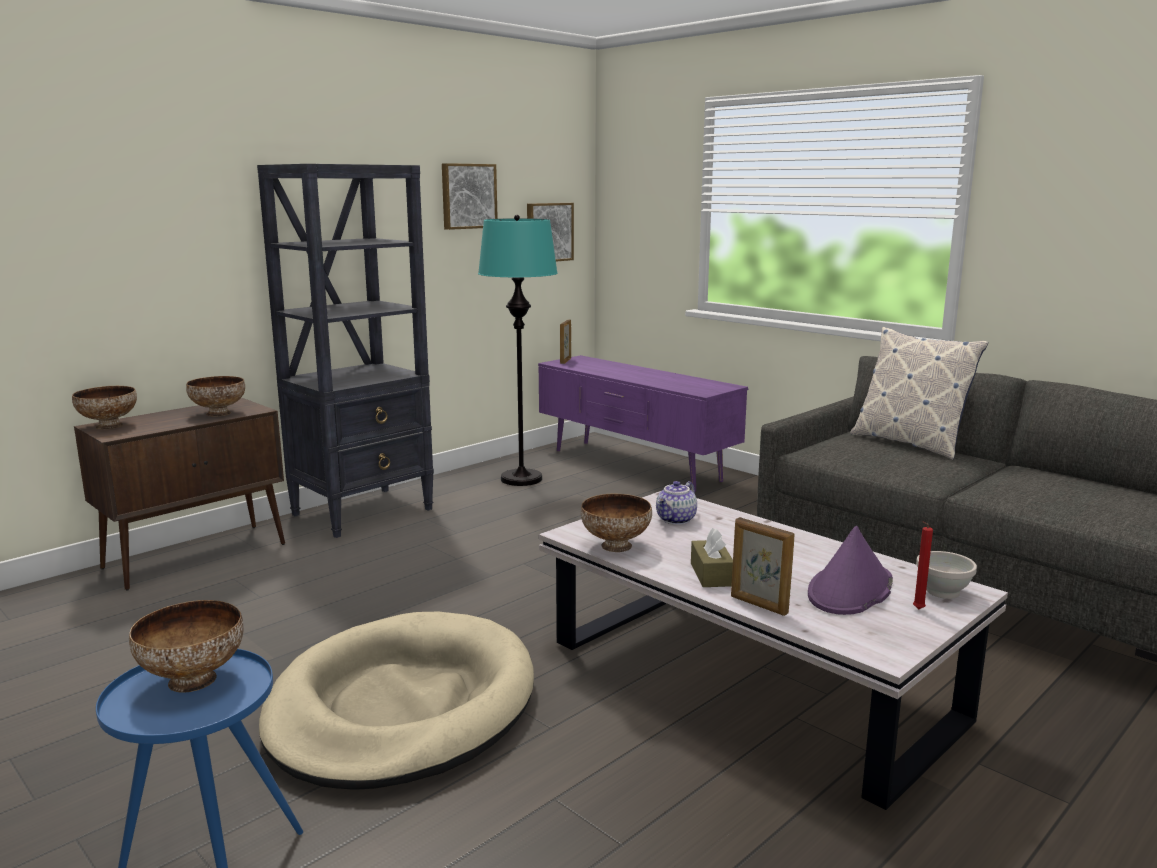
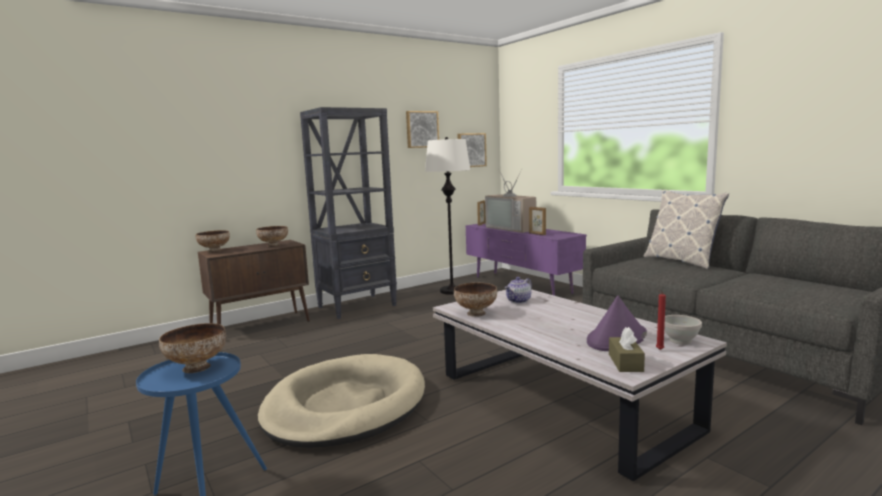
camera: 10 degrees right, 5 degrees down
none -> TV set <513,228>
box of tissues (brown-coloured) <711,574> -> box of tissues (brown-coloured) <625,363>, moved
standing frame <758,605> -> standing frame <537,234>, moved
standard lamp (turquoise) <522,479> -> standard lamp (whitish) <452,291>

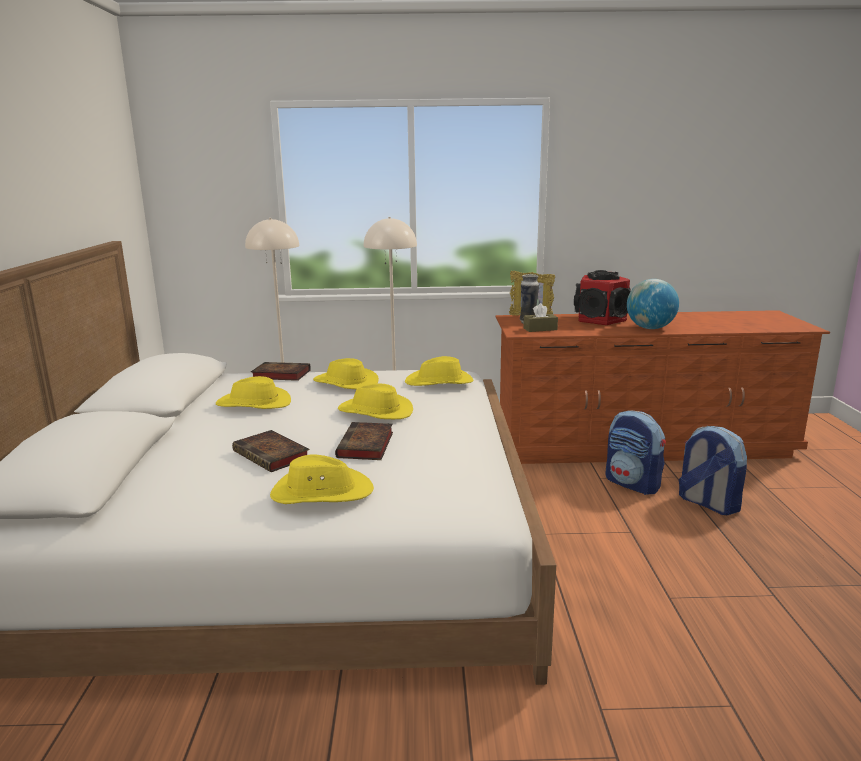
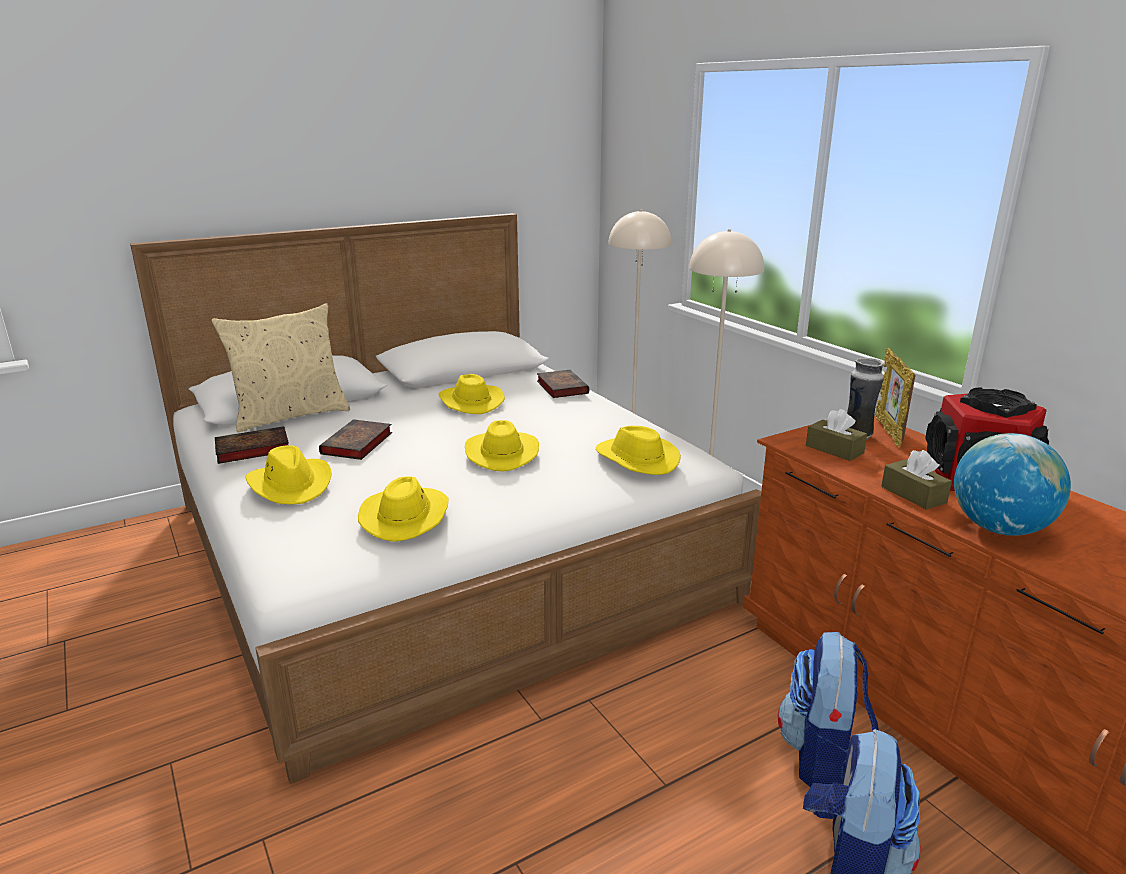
camera: 60 degrees right, 5 degrees up
none -> pillow (beige) <290,415>
none -> box of tissues (brown-coloured) <913,494>
hat (yellowish) <345,383> -> hat (yellowish) <405,516>, moved
book <366,446> -> book <251,450>, moved

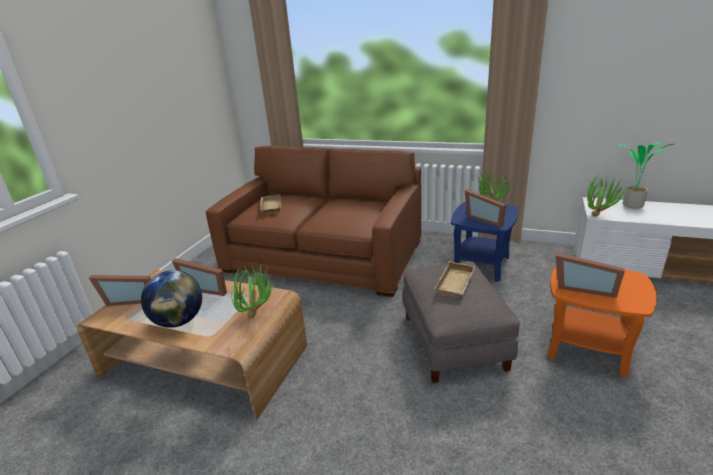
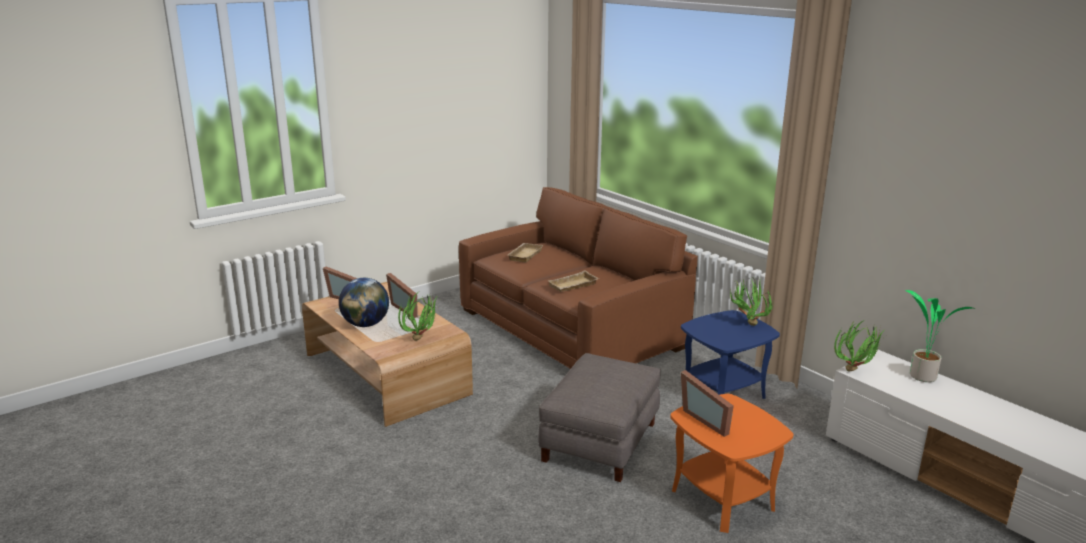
camera: 30 degrees right, 5 degrees down
standing frame <485,219> -> none
serving tray (beige) <456,283> -> serving tray (beige) <573,286>, moved

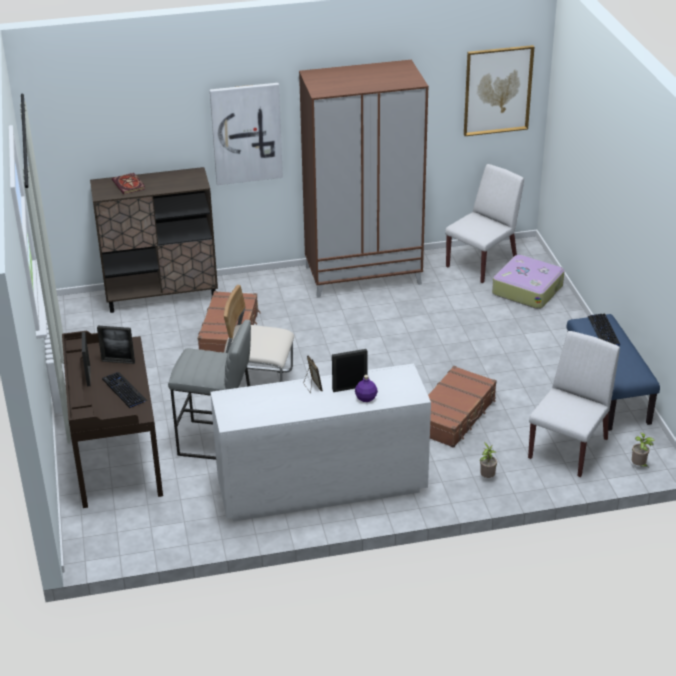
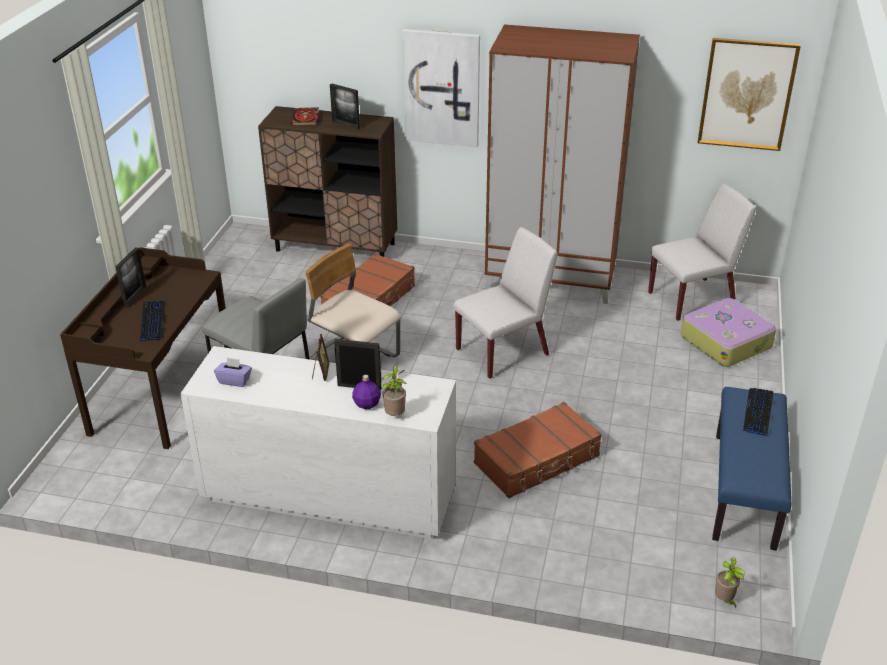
camera: 25 degrees right, 0 degrees up
none -> box of tissues (purplish) <234,380>
standing frame <118,361> -> standing frame <346,125>, moved
plant in a pot <487,477> -> plant in a pot <395,415>, moved
chair (whitish) <568,448> -> chair (whitish) <503,351>, moved

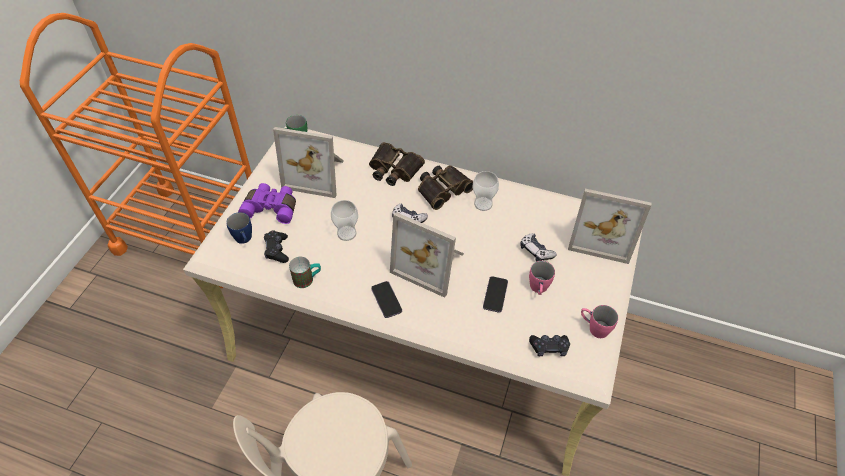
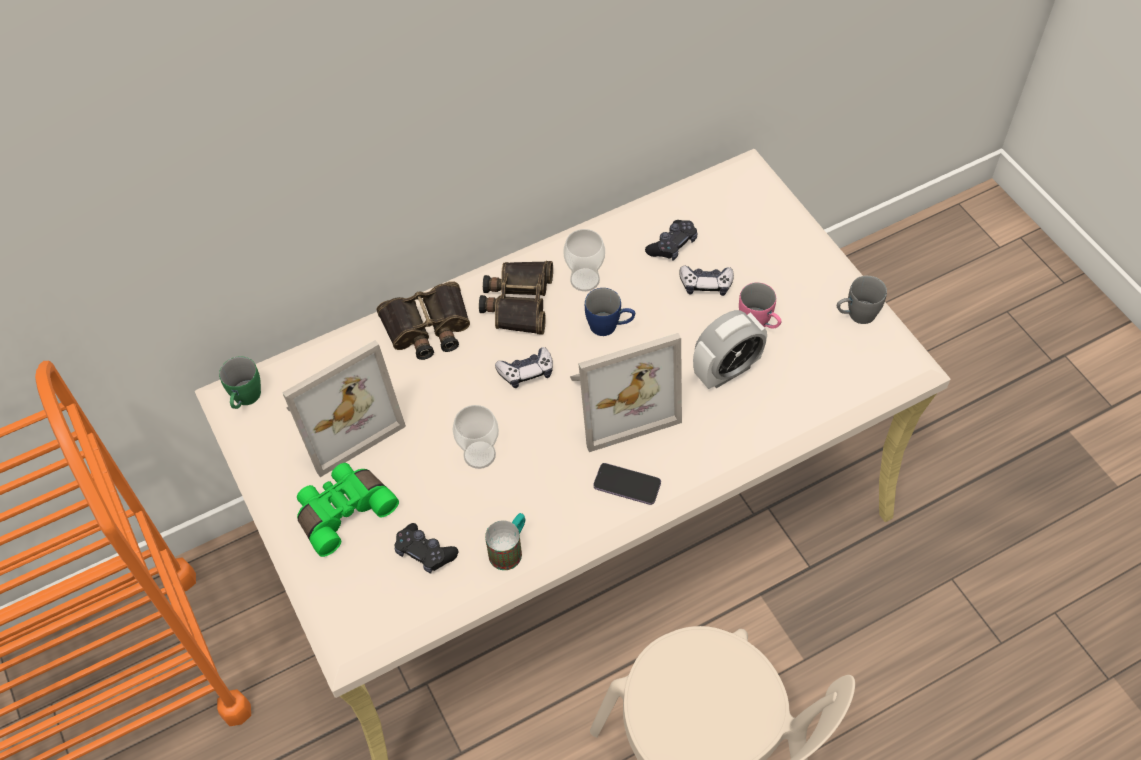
camera: 45 degrees left, 5 degrees up
standing frame <601,235> -> none
mug (blue) <244,240> -> mug (blue) <610,326>, moved
joypad (blackish) <549,348> -> joypad (blackish) <672,245>, moved
handset <495,295> -> table clock <726,371>
binoculars (purplish) <272,208> -> binoculars (greenish) <343,511>
mug (pink) <594,328> -> mug (grey) <855,315>

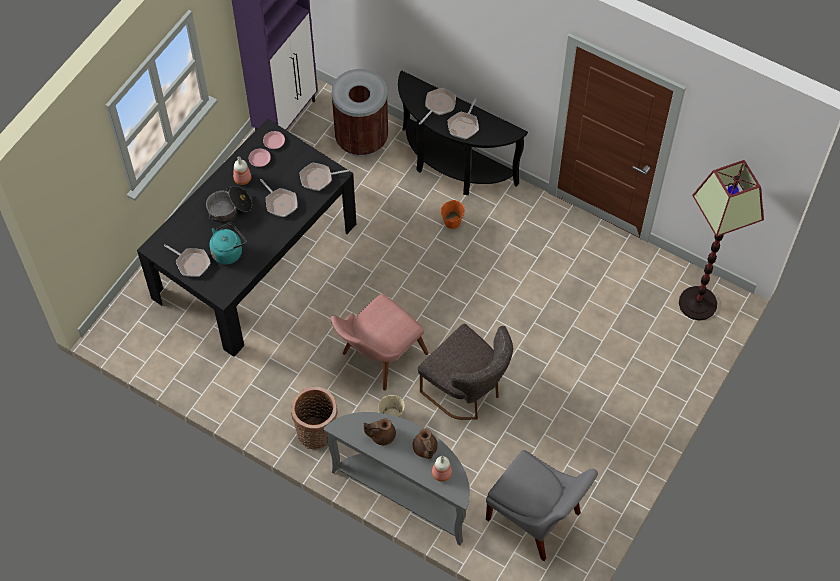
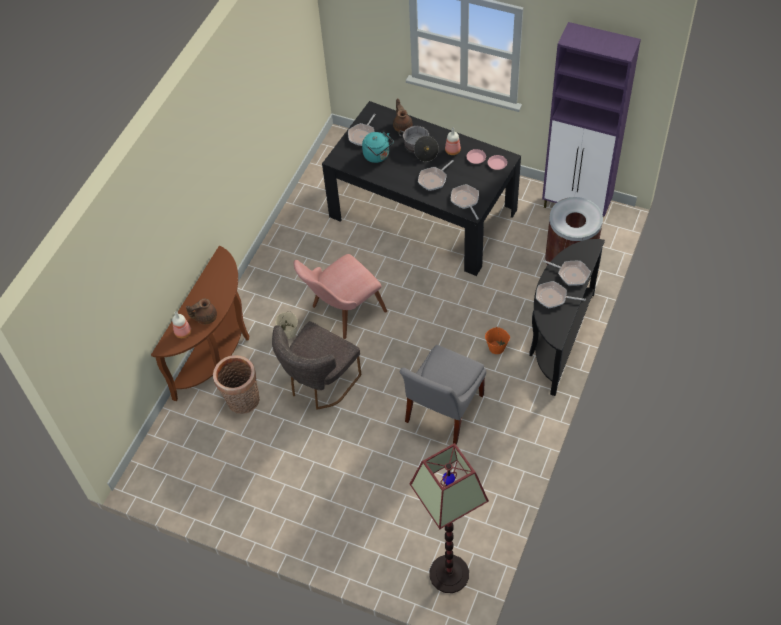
camera: 85 degrees right, 5 degrees down
storage basket <317,434> -> storage basket <242,402>, moved
teapot (brown-coloured) <381,435> -> teapot (brown-coloured) <402,126>, moved
chair (grey) <536,519> -> chair (grey) <442,411>, moved
hall table (grey) <406,492> -> hall table (brown-coloured) <218,353>
chair (pink) <377,359> -> chair (pink) <341,313>, 75 degrees counterclockwise

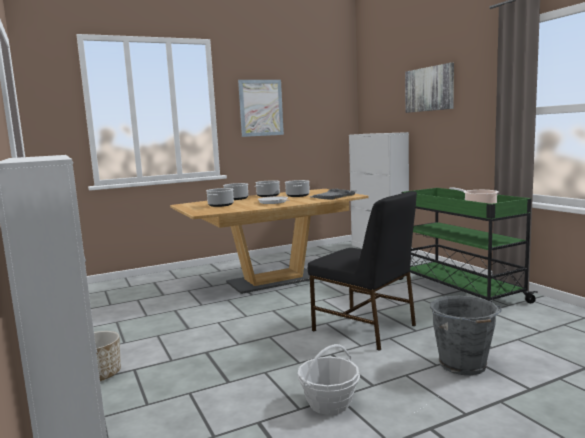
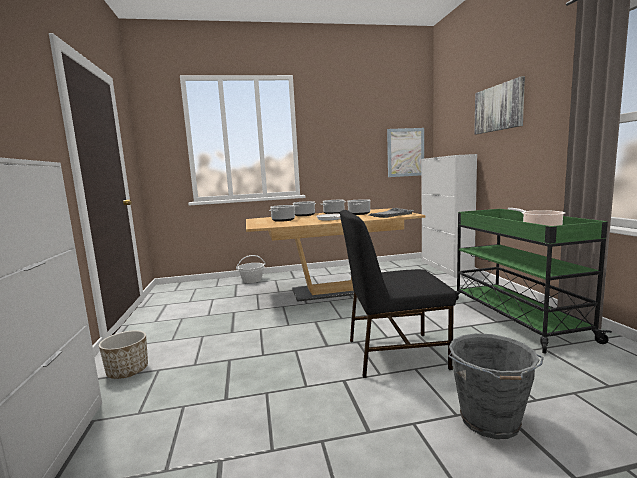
camera: 15 degrees right, 0 degrees up
picture <261,108> -> picture <405,152>, moved
storage basket <329,403> -> storage basket <252,280>, moved
chair (blackish) <365,329> -> chair (blackish) <394,353>, 120 degrees clockwise

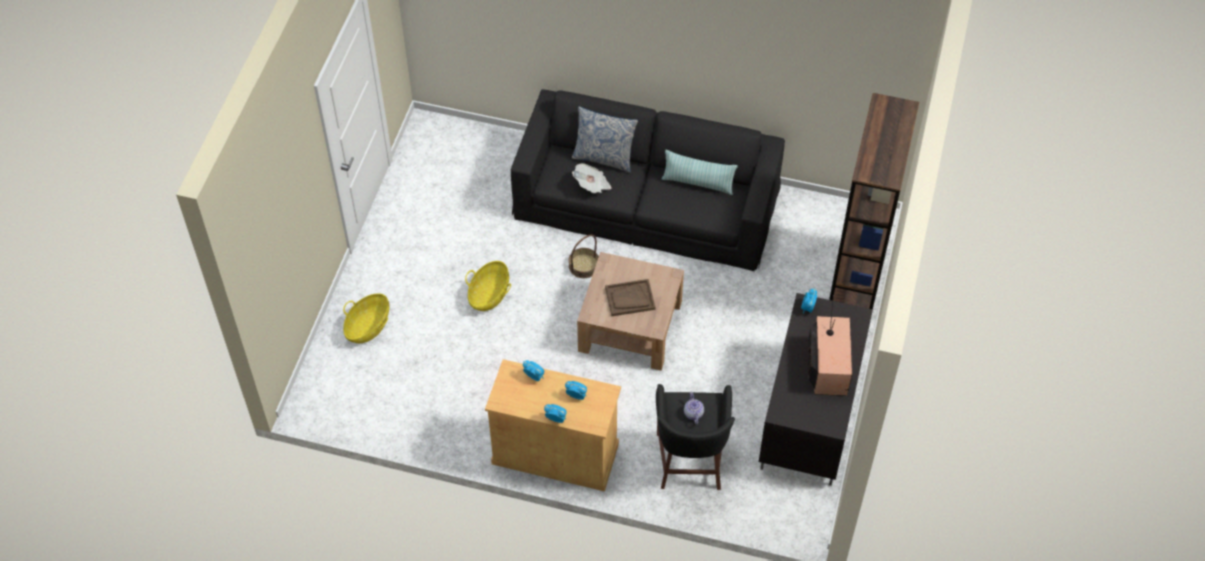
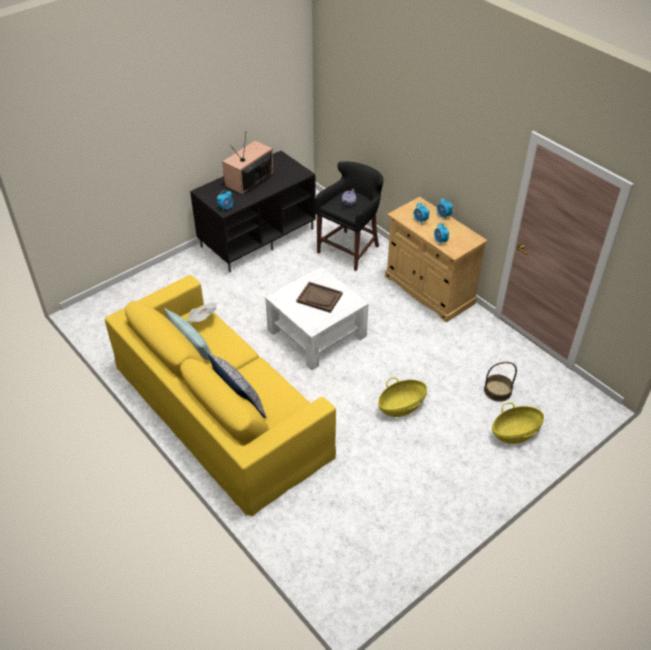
camera: 145 degrees left, 10 degrees down
bookcase (brown-coloured) <855,283> -> none
storage basket <584,266> -> storage basket <497,391>, moved
daily paper <592,185> -> daily paper <202,318>, moved
couch (blackish) <647,202> -> couch (yellowish) <220,409>
lounge table (brown-coloured) <630,326> -> lounge table (whitish) <317,333>

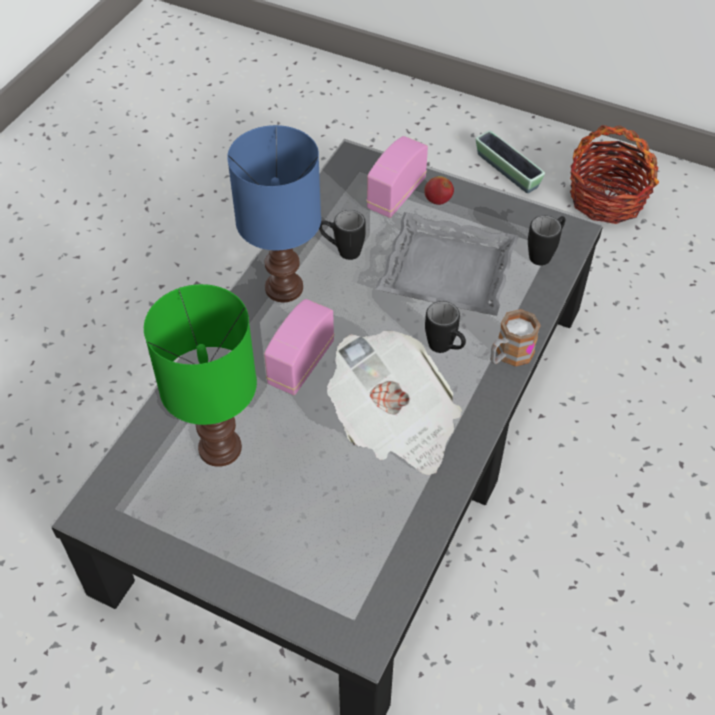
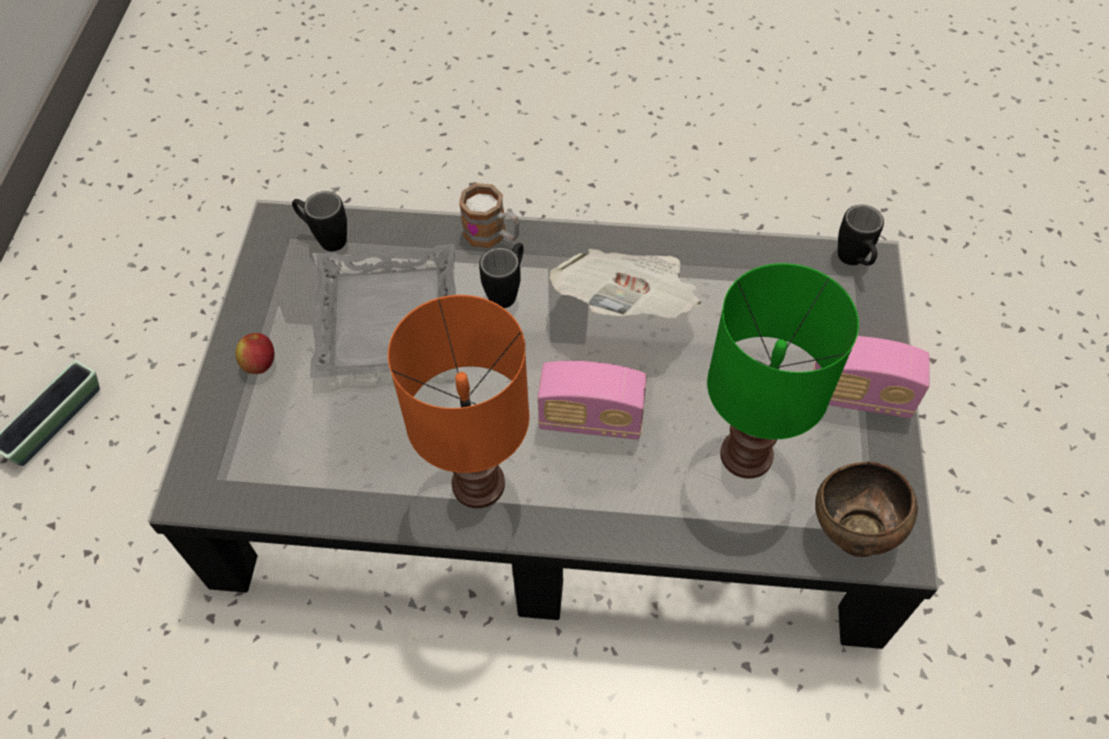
camera: 110 degrees left, 5 degrees up
storage basket <606,199> -> none
none -> deep dish (brown-coloured) <851,533>
mug (blackish) <342,251> -> mug (blackish) <854,262>, moved
radio <396,194> -> radio <859,397>, moved
lamp for a table (blue) <285,287> -> lamp for a table (orange) <476,484>

